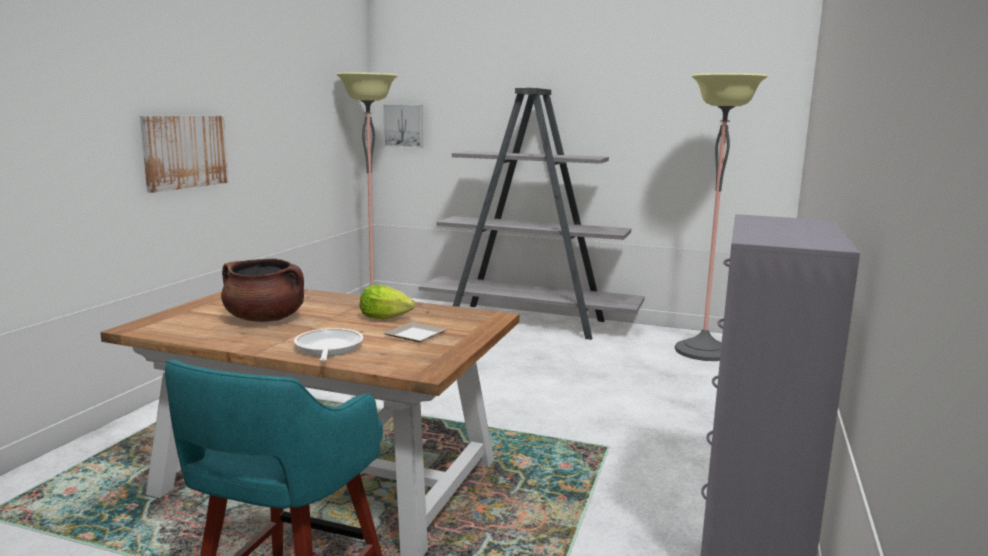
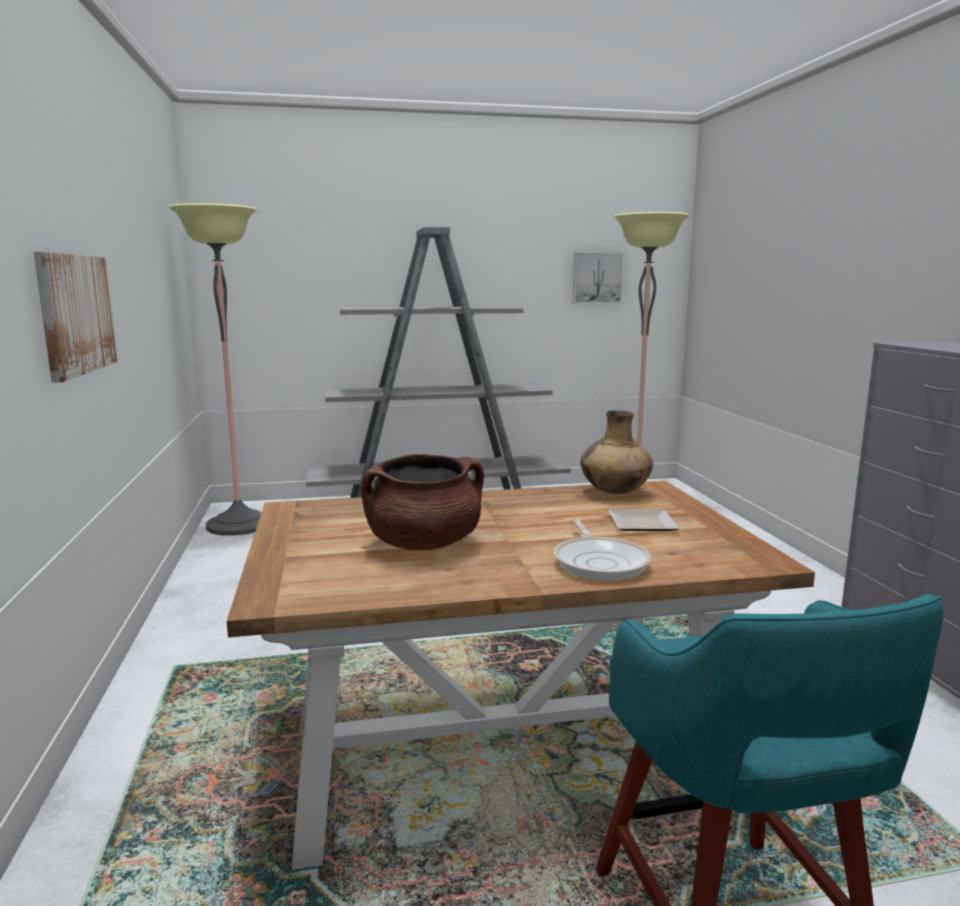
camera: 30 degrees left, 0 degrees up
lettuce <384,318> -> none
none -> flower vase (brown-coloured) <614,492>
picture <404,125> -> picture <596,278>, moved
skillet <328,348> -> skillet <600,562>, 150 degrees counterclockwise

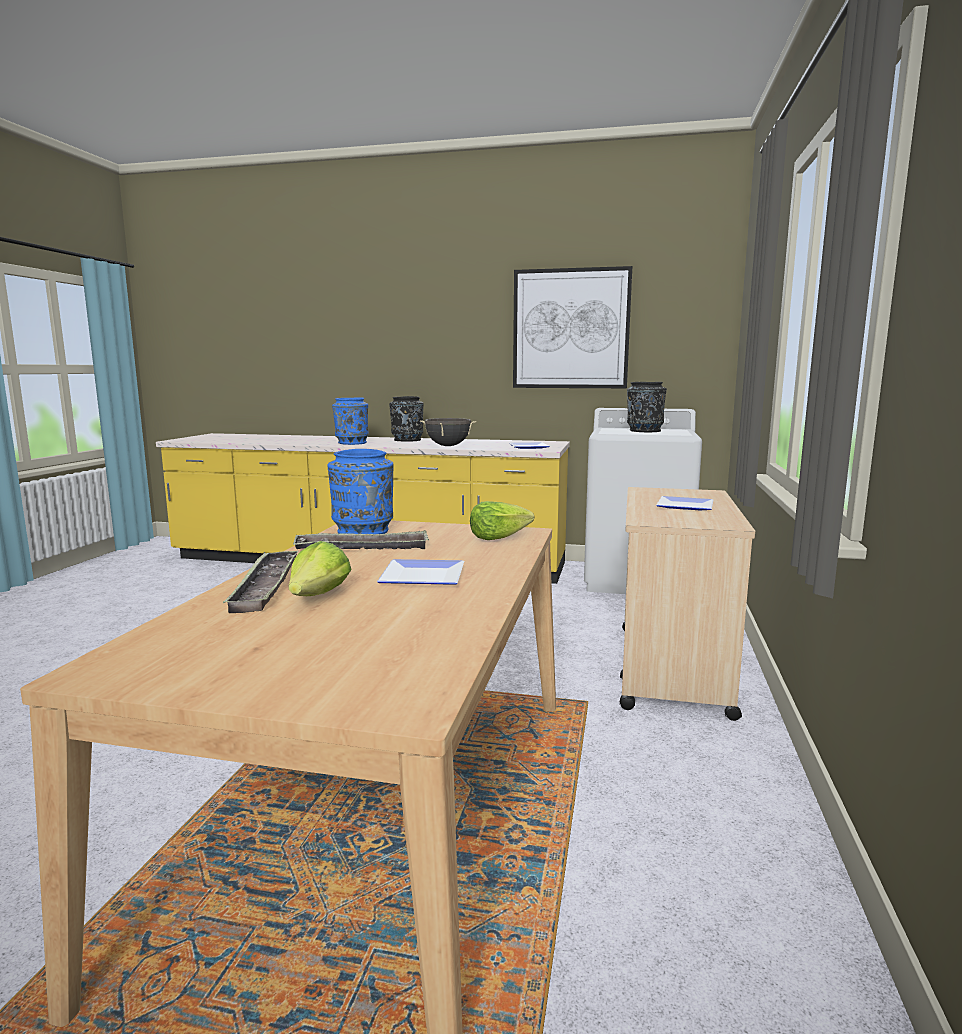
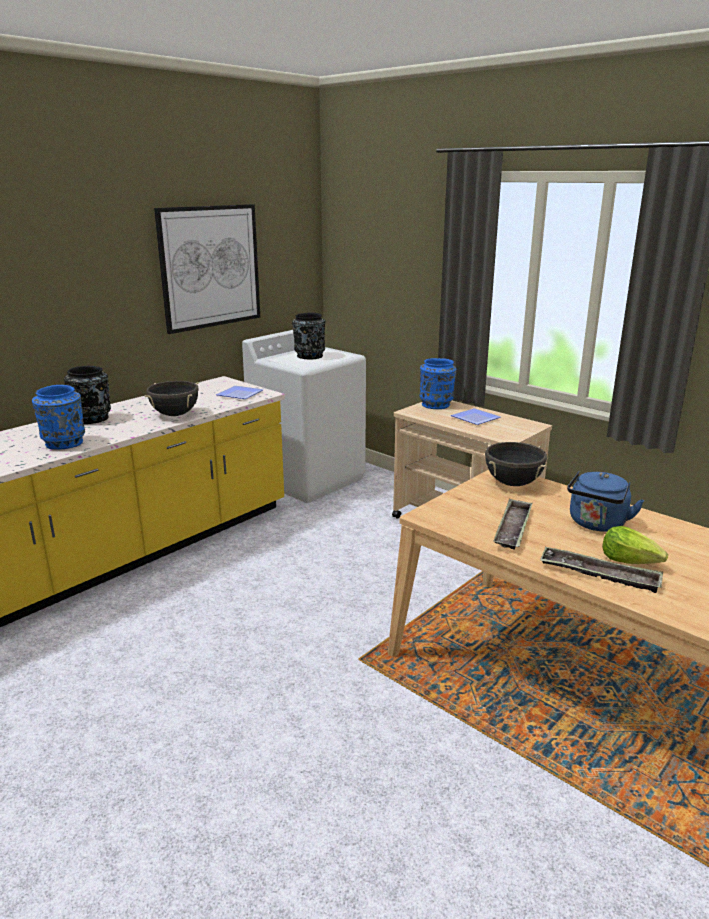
camera: 60 degrees left, 10 degrees up
flower vase (blue) <363,531> -> flower vase (blue) <436,405>, moved
dinner plate <420,575> -> water kettle (blue) <596,524>
lettuce <498,537> -> stockpot (blackish) <512,483>

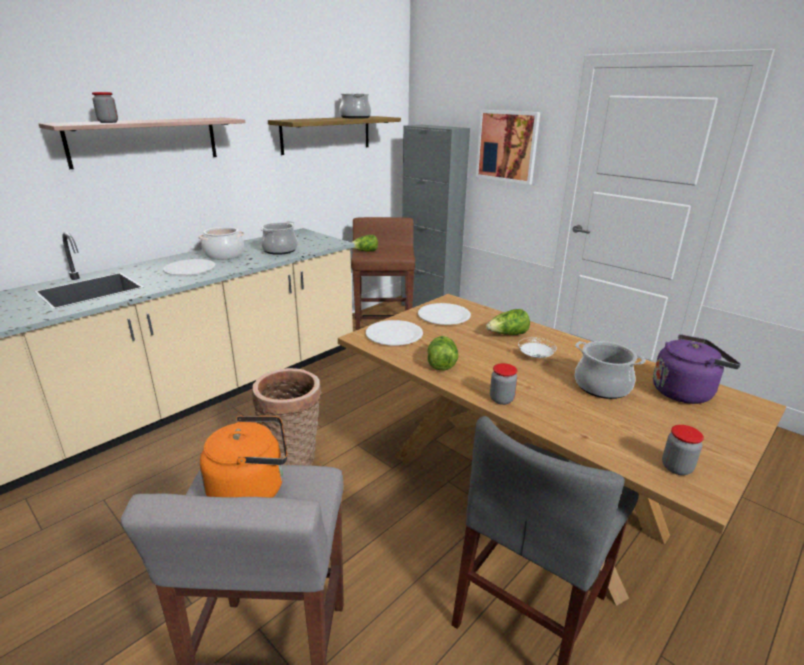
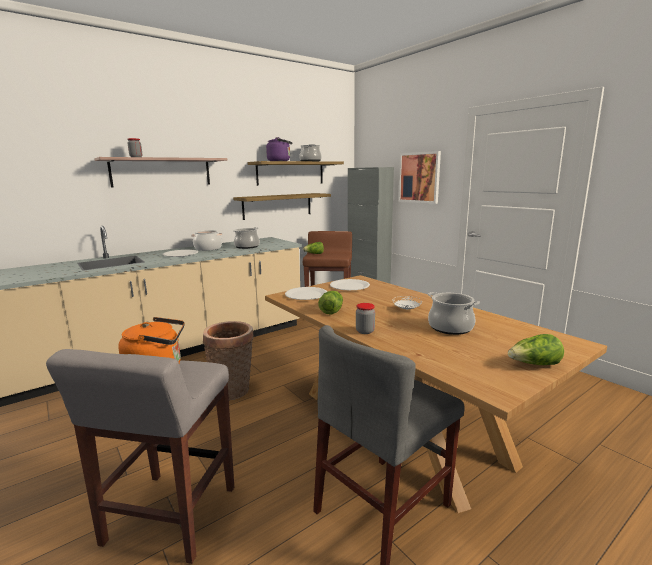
camera: 10 degrees right, 10 degrees down
preserve jar <676,467> -> none
none -> bracket shelf <277,206>
lettuce <507,334> -> lettuce <534,364>, moved
water kettle (purplish) <684,392> -> water kettle (purplish) <280,161>, moved

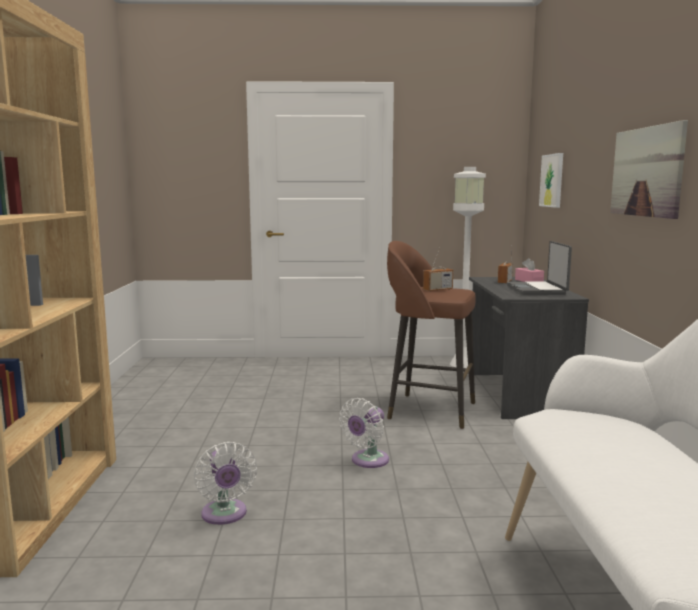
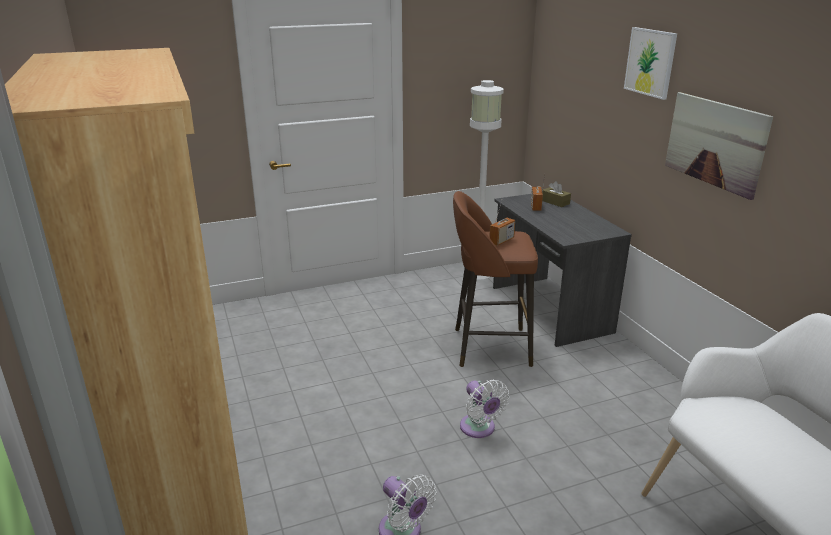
camera: 20 degrees left, 15 degrees up
portable computer <537,290> -> none
picture <552,180> -> picture <650,62>, moved
box of tissues (pink) <529,281> -> box of tissues (brown-coloured) <555,202>
cooling fan (whitish) <367,461> -> cooling fan (whitish) <479,429>, 45 degrees counterclockwise

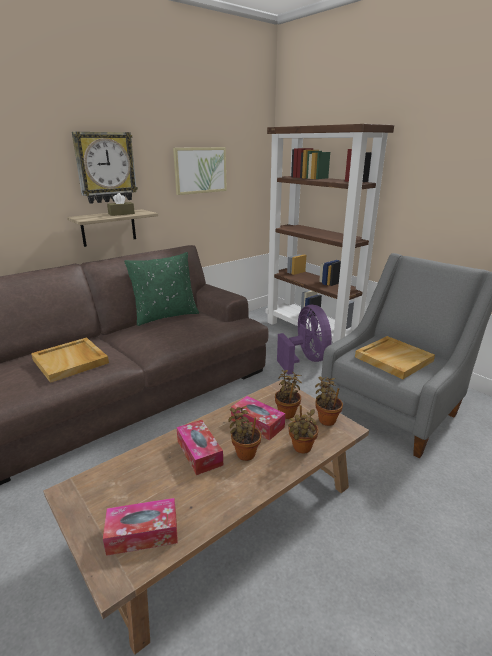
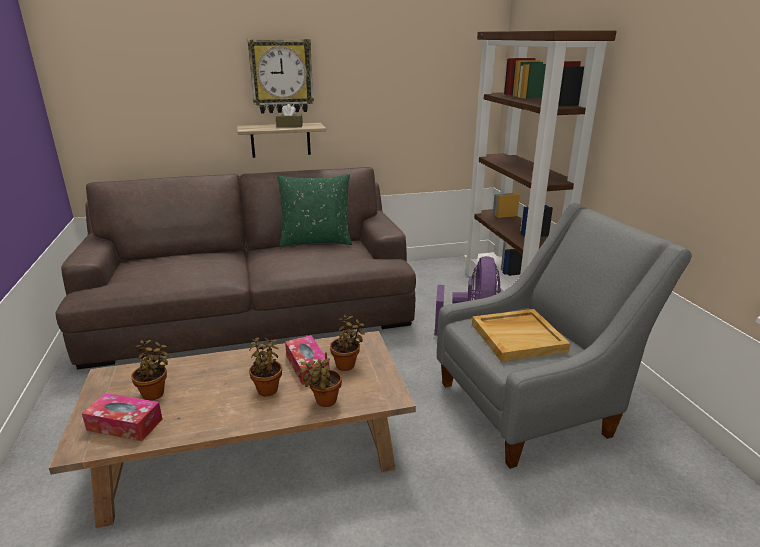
camera: 25 degrees right, 0 degrees up
serving tray (beige) <71,361> -> none
picture <200,170> -> none
box of tissues <199,453> -> none
plant in a pot <326,419> -> plant in a pot <155,393>, moved

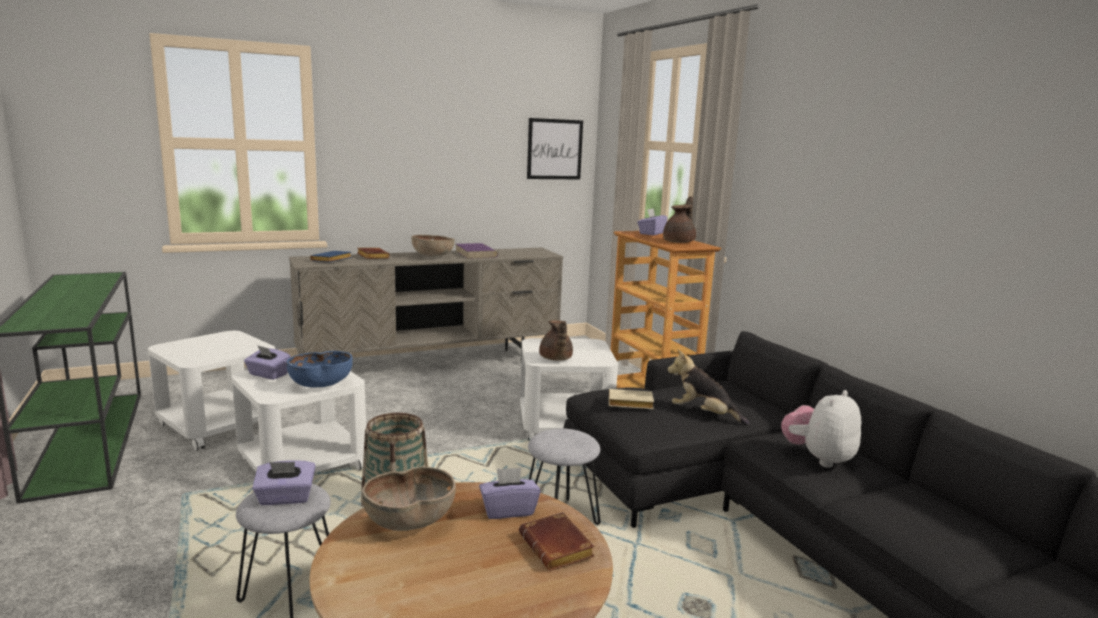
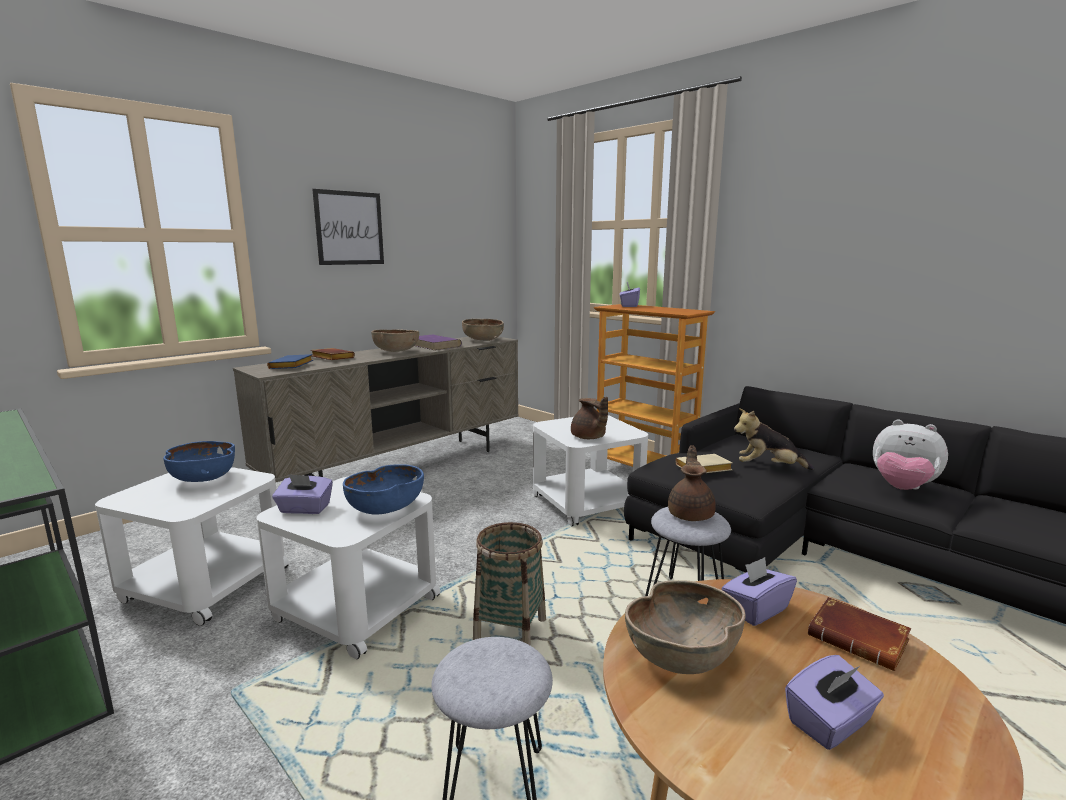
camera: 20 degrees left, 0 degrees up
none -> deep dish (blue) <203,479>
none -> deep dish (brown-coloured) <483,340>
box of tissues (purplish) <285,498> -> box of tissues (purplish) <830,723>, moved
picture <554,149> -> picture <349,228>, moved
teapot (brown-coloured) <680,242> -> teapot (brown-coloured) <691,514>, moved
plush toy <818,458> -> plush toy <902,488>, 75 degrees counterclockwise

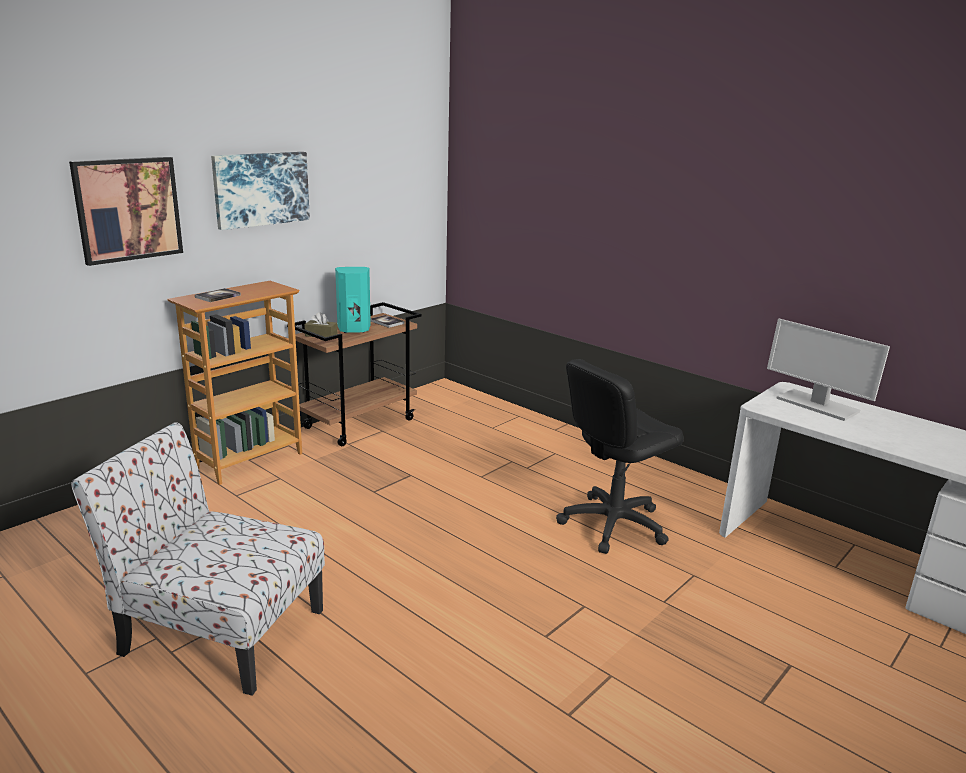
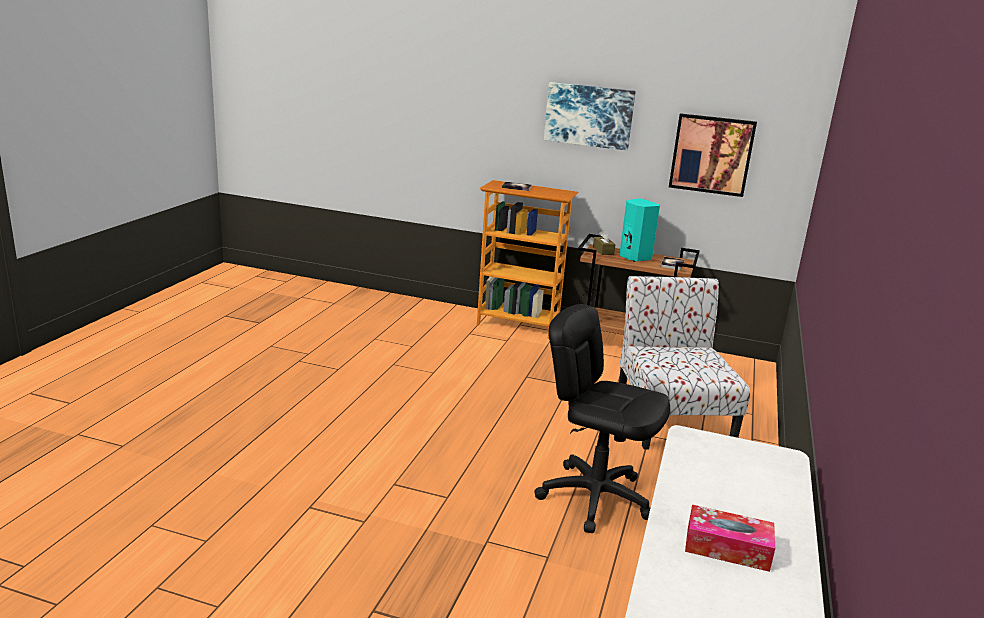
camera: 65 degrees right, 0 degrees up
monitor <816,405> -> none
none -> box of tissues <727,548>
picture <128,209> -> picture <711,154>, moved
chair <219,630> -> chair <671,419>, moved

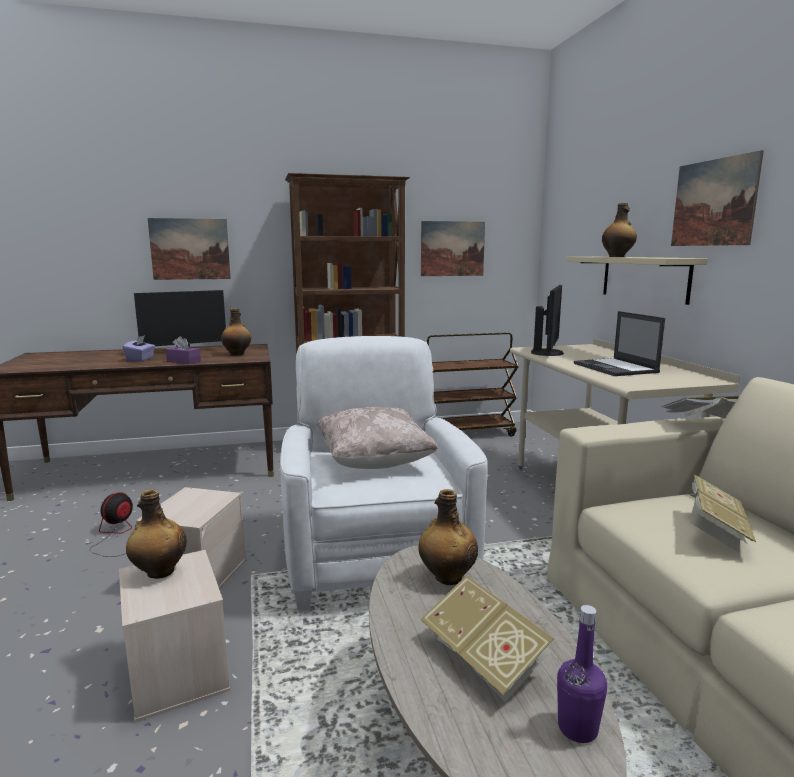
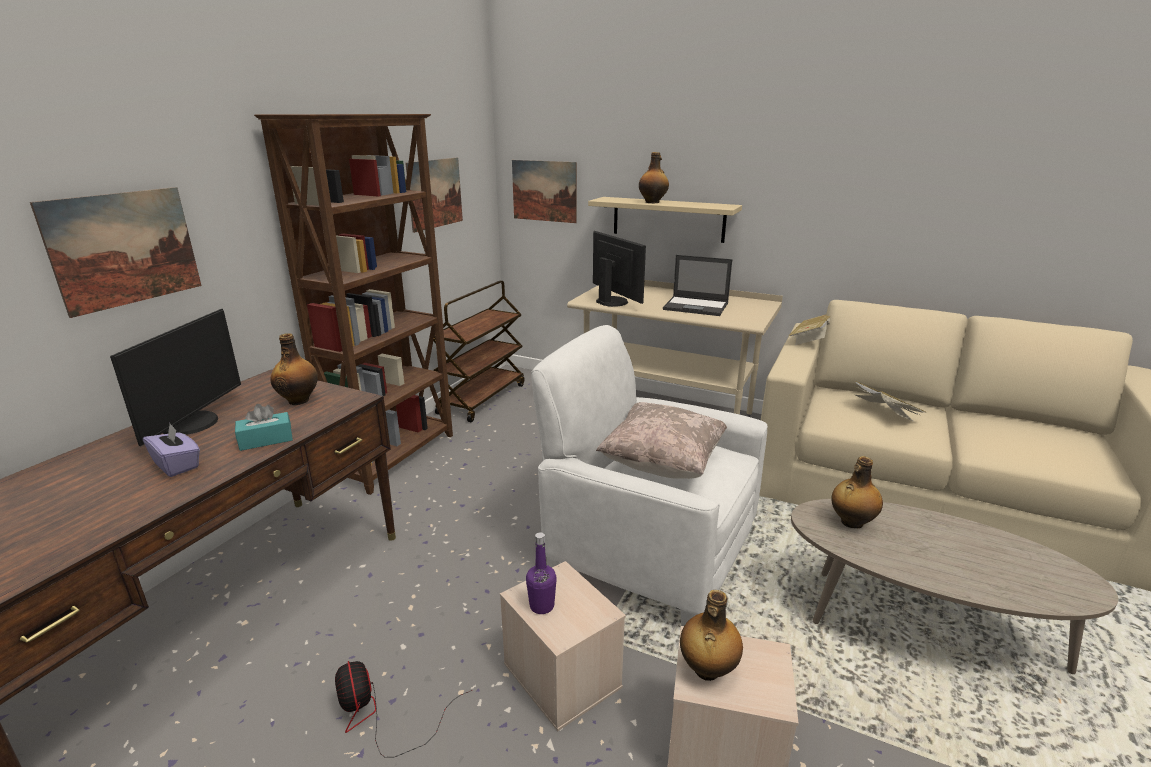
camera: 50 degrees left, 10 degrees up
book <484,659> -> none
beverage bottle (purplish) <577,728> -> beverage bottle (purplish) <542,606>, moved
picture <713,203> -> picture <544,191>, moved
box of tissues (purplish) <183,361> -> box of tissues (turquoise) <266,440>

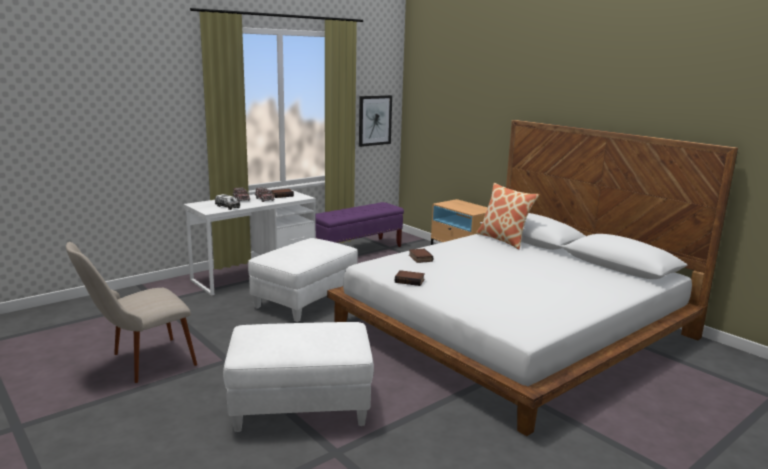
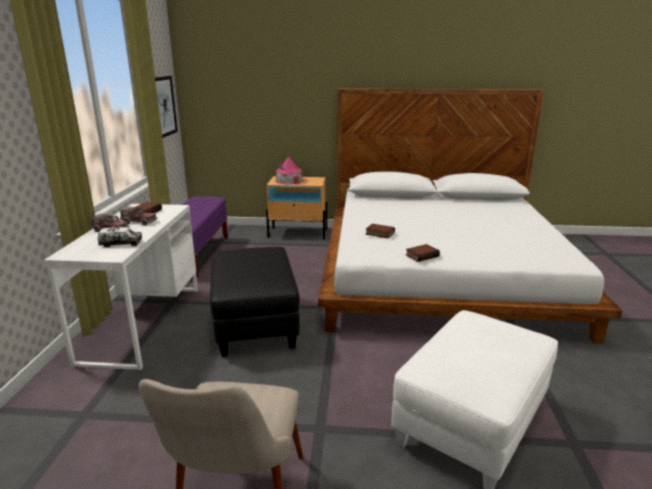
camera: 45 degrees left, 5 degrees up
pillow <503,240> -> none
none -> model house <289,180>
ottoman (whitish) <305,300> -> ottoman (blackish) <254,324>

